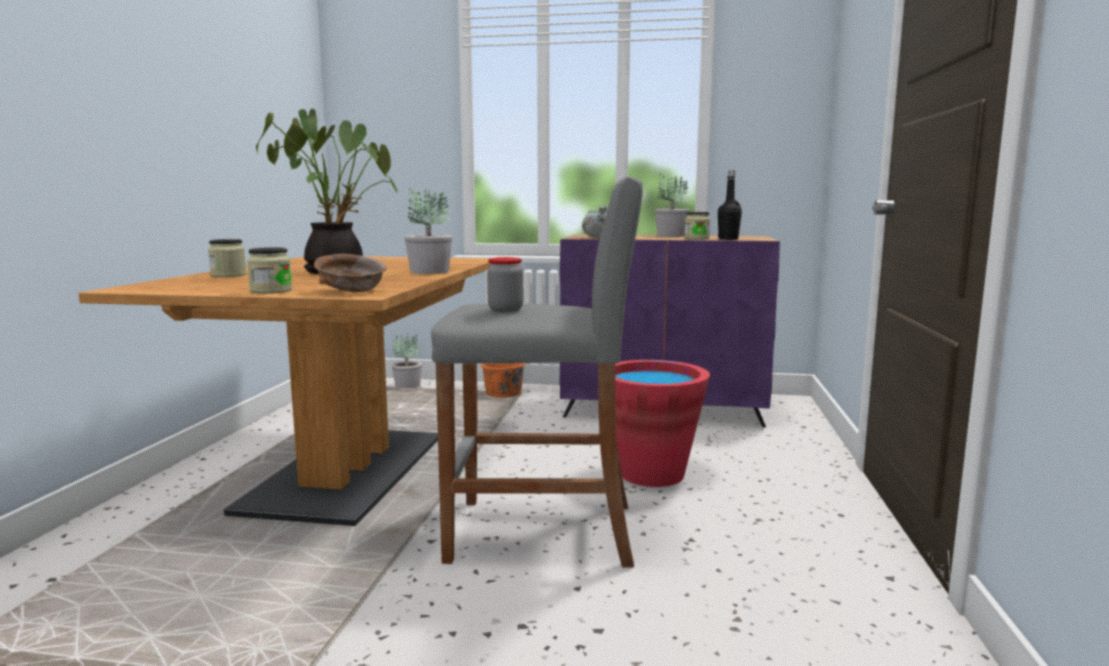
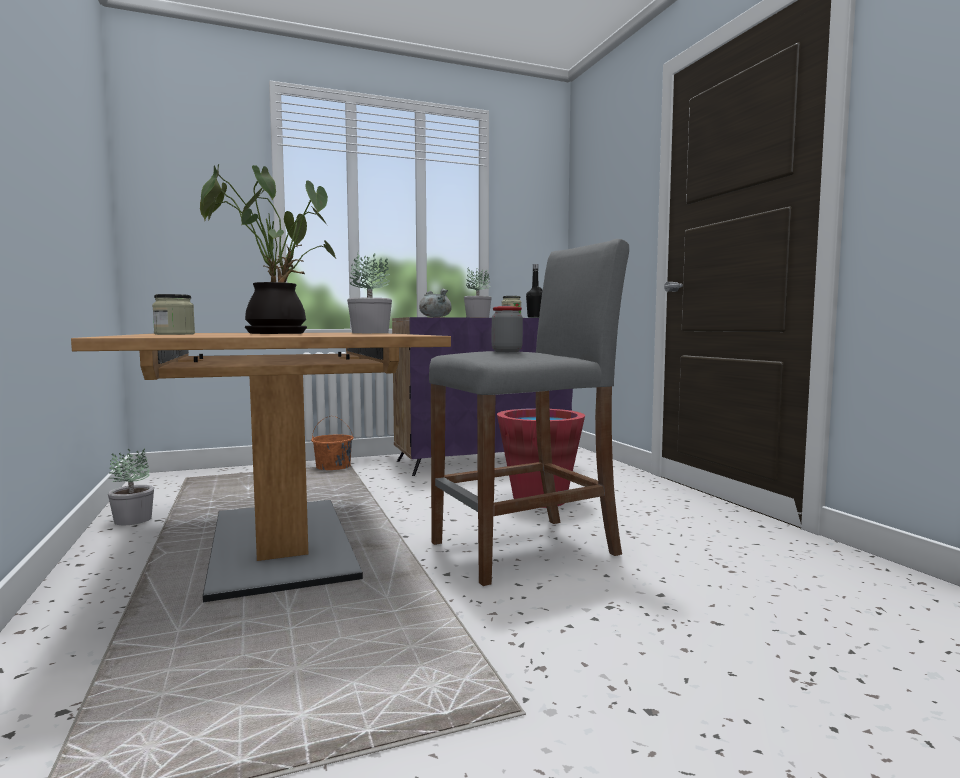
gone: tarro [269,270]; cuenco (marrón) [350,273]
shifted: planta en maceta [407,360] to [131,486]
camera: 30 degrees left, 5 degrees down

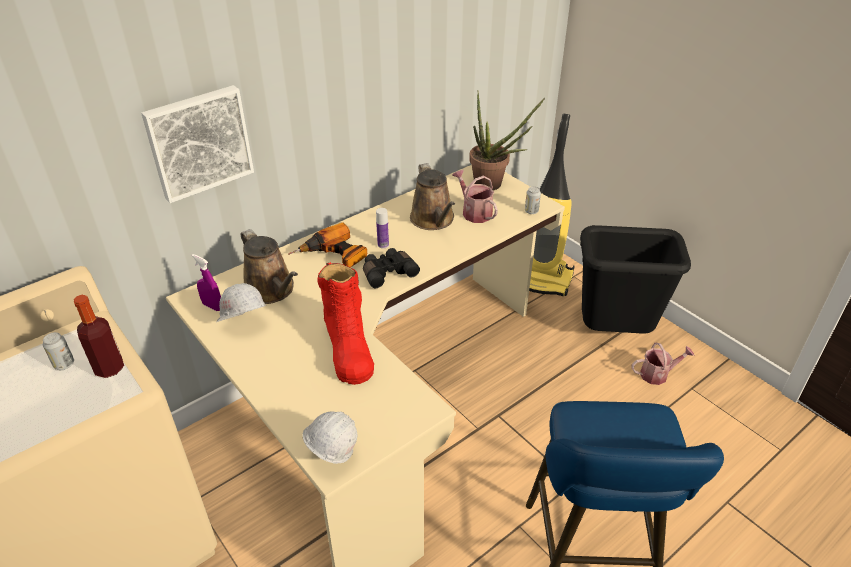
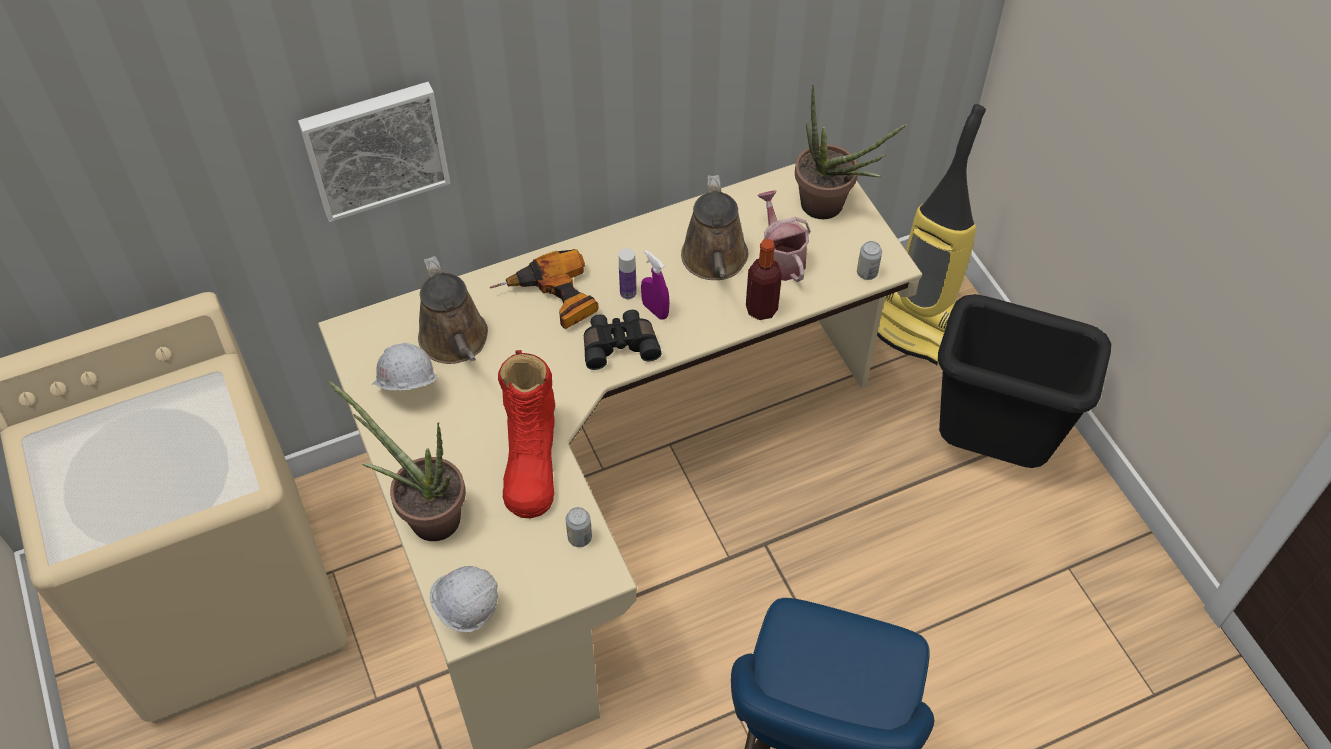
gone: regadera [663,364]
new: planta en maceta [396,460]
shifted: lata [58,351] to [579,527]; pulverizador (morado) [206,282] to [655,285]; botella [99,336] to [764,279]
camera: 15 degrees right, 15 degrees up

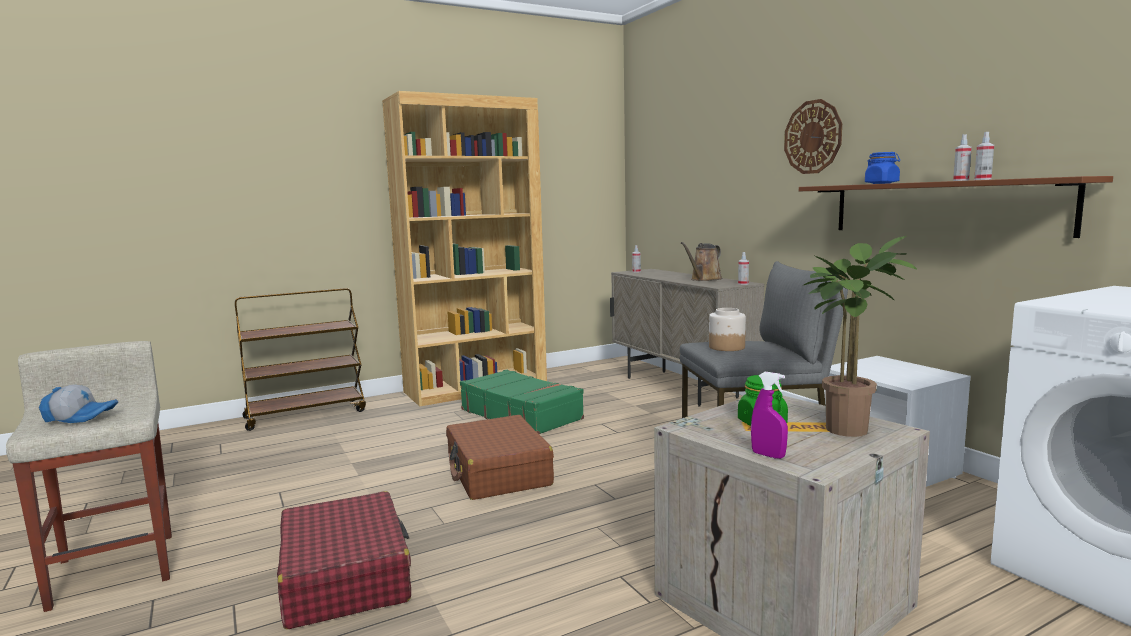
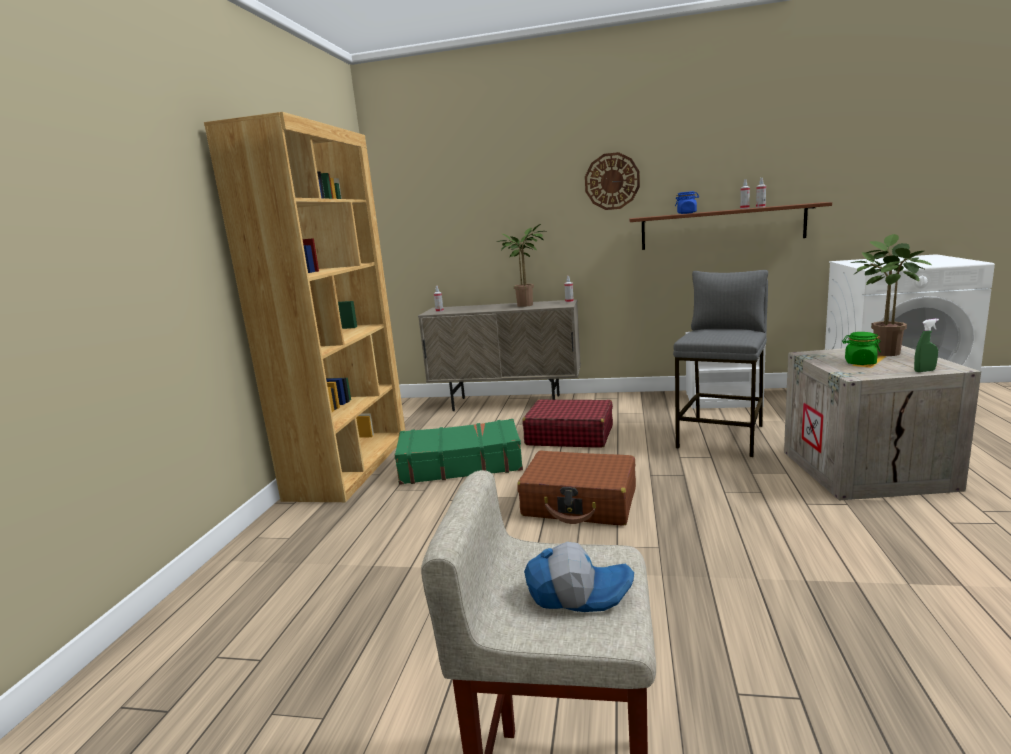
gone: carrito (marrón) [300,359]; tarro [727,329]
shifted: maleta (rojo) [344,560] to [567,423]
swapped: regadera (marrón) [702,261] to planta en maceta [522,265]
repainted: pulverizador (morado) [769,415] to pulverizador (verde) [926,345]
rotated: gorra [78,404] = [579,577] 60 degrees clockwise
camera: 50 degrees left, 5 degrees up

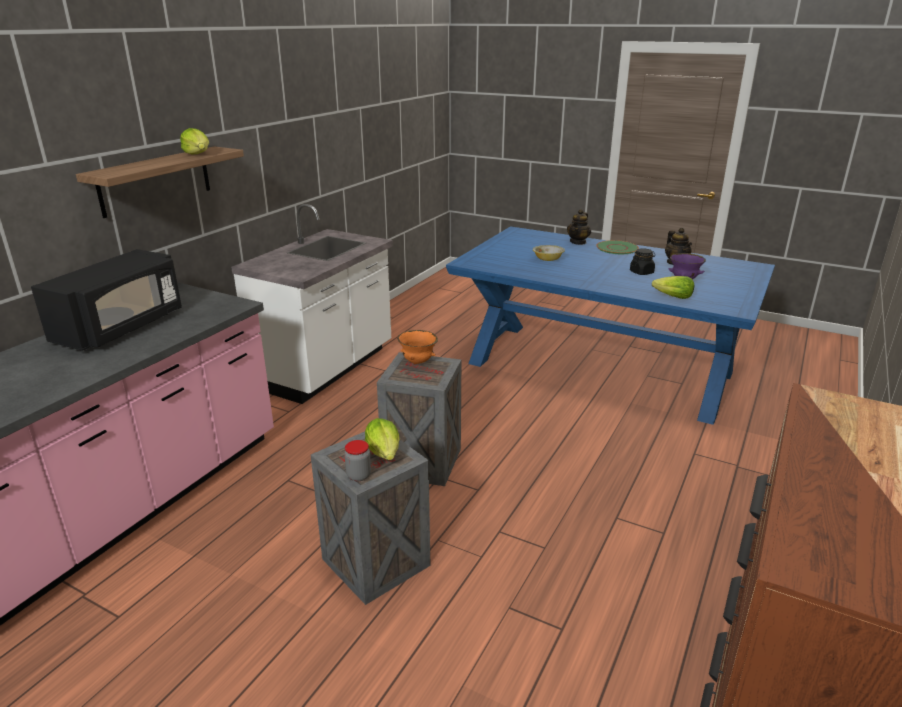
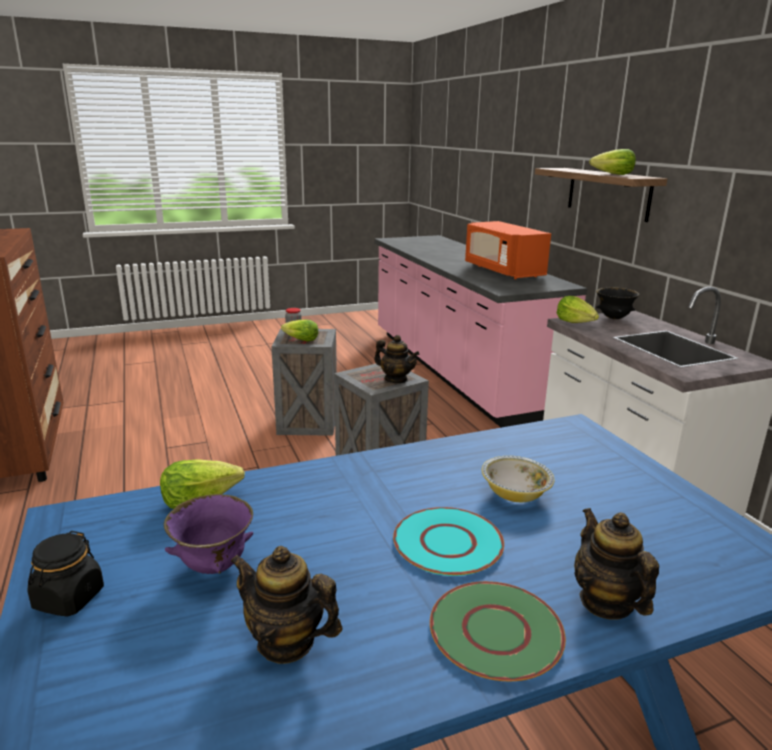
new: plato (turquesa) [448,541]; lechuga [578,309]; cuenco (negro) [617,303]
shifted: tarro (negro) [642,261] to [66,574]
swapped: cuenco (naranja) [417,347] to tetera [396,359]
repainted: microondas (negro) [106,300] to microondas (naranja) [508,250]
camera: 130 degrees right, 5 degrees down

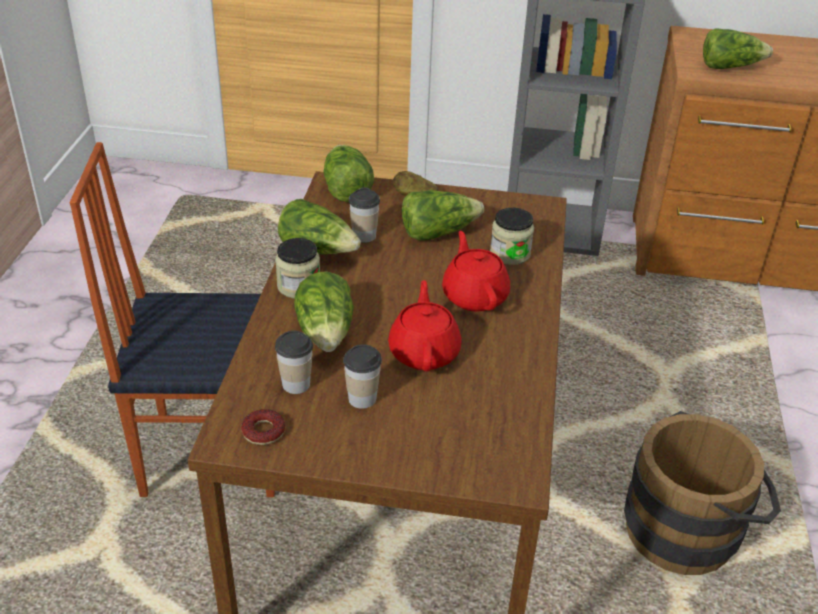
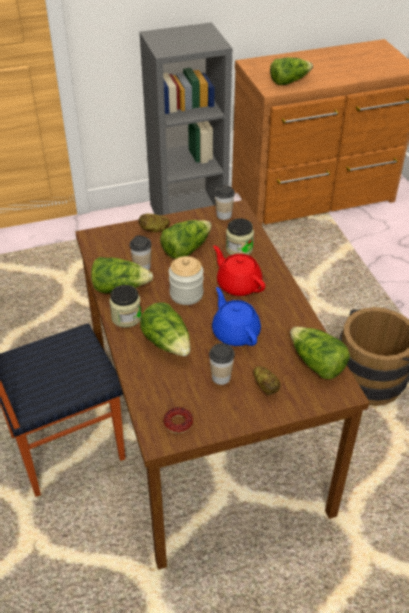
new: tarro [186,280]; patata [266,381]
shifted: taza [294,362] to [225,202]; lechuga [348,173] to [320,353]
repainted: tetera (rojo) [425,325] to tetera (azul) [236,316]
camera: 25 degrees left, 5 degrees up

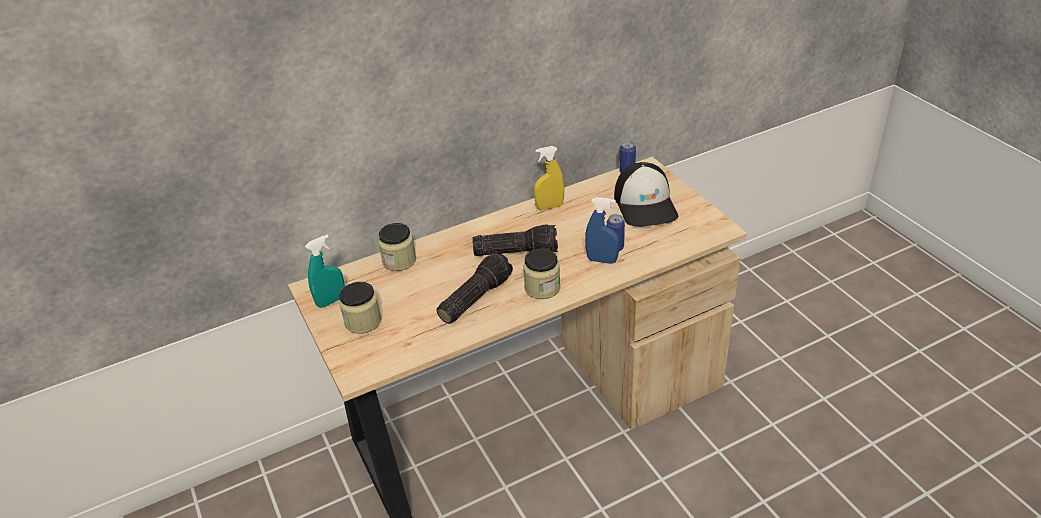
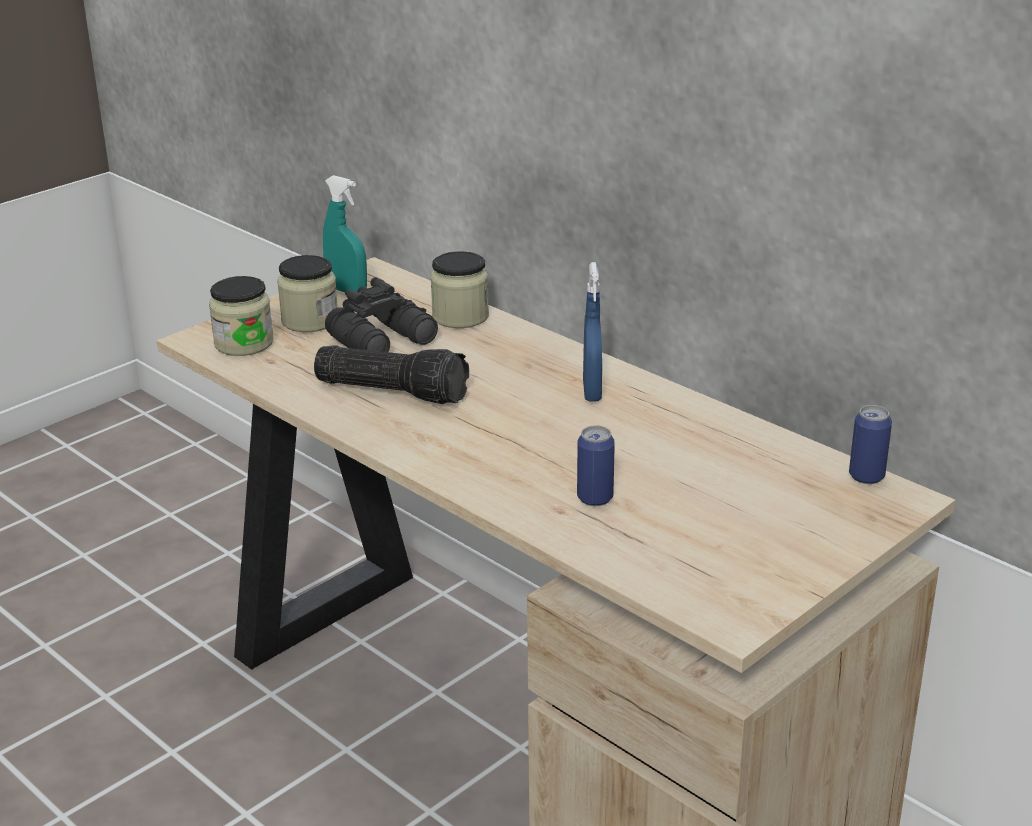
gone: linterna [515,240]; pulverizador (amarillo) [549,178]; gorra [646,194]
new: prismáticos (negro) [381,314]
shifted: tarro [541,273] to [241,316]; pulverizador (azul) [602,230] to [592,332]
camera: 70 degrees right, 10 degrees down

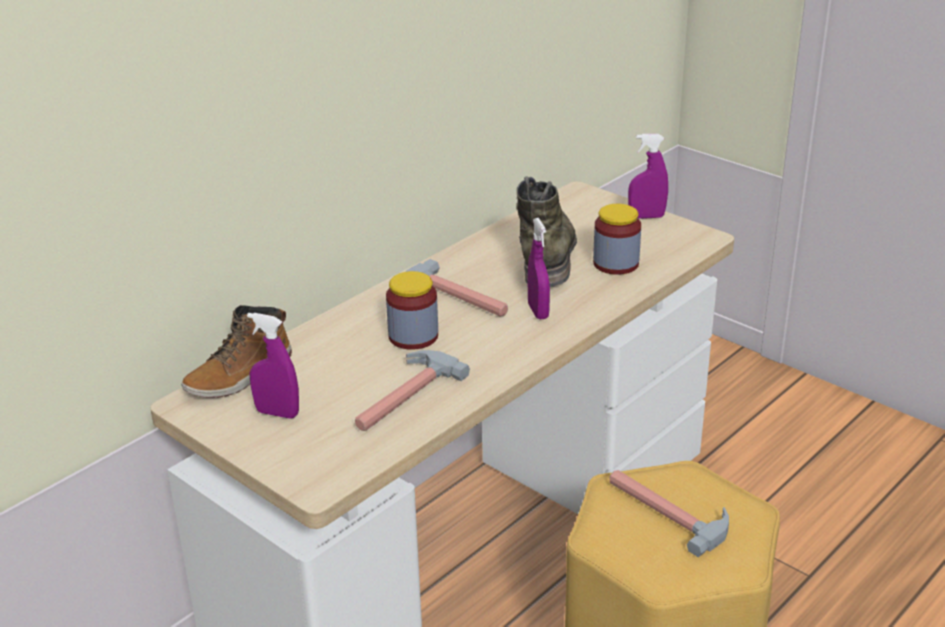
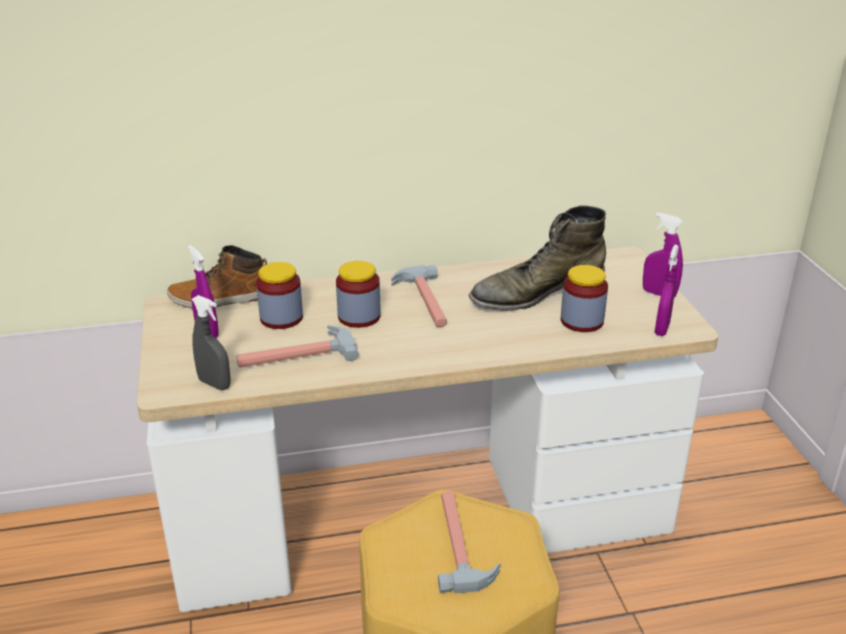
new: pulverizador (gris) [211,342]; tarro [279,295]
shifted: pulverizador (morado) [539,269] to [667,290]
rotated: bota (verde) [547,231] = [537,258] 150 degrees counterclockwise
camera: 35 degrees right, 0 degrees up

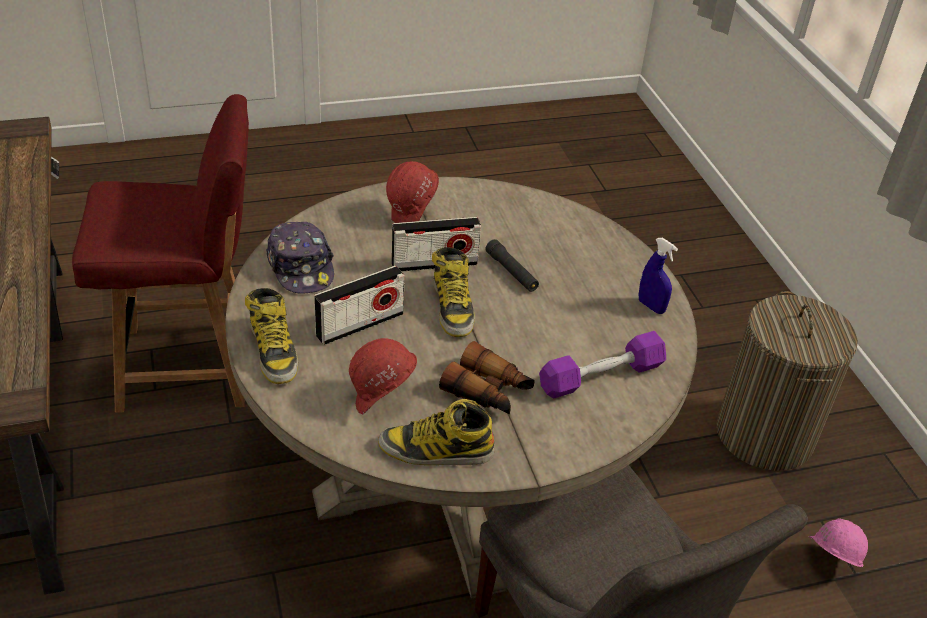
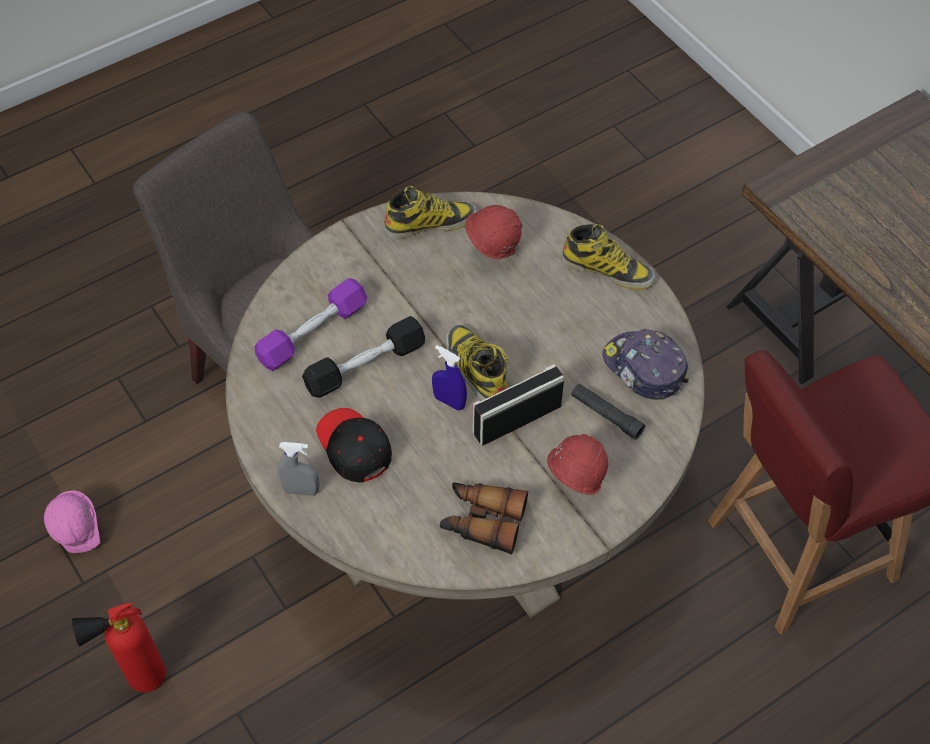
gone: radio [359,305]
new: pulverizador (gris) [298,469]; mancuerna (negro) [363,357]; gorra (negro) [354,445]
shifted: pulverizador (azul) [658,276] to [449,378]; prismáticos [487,377] to [484,519]; linterna (negro) [512,265] to [608,412]
swapped: cesto de la ropa [787,381] to extintor [118,648]
rotated: bota [271,336] = [608,257] 150 degrees clockwise
camera: 165 degrees right, 15 degrees up

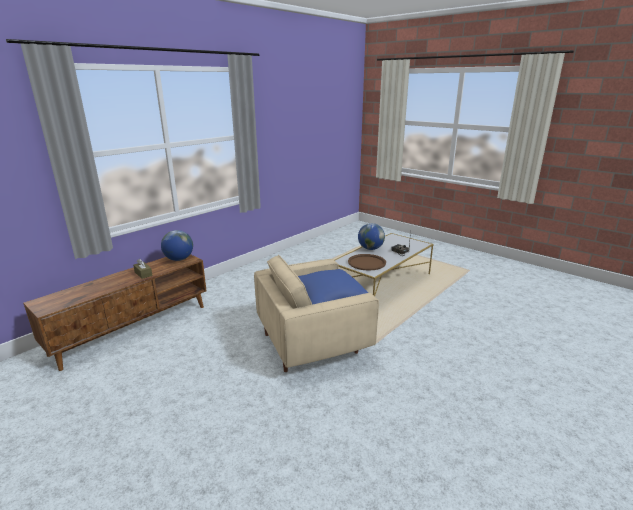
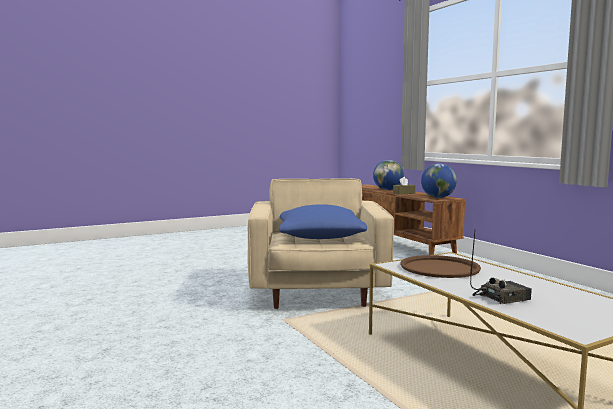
shifted: globo terráqueo [371,236] to [388,175]
camera: 110 degrees right, 15 degrees down

